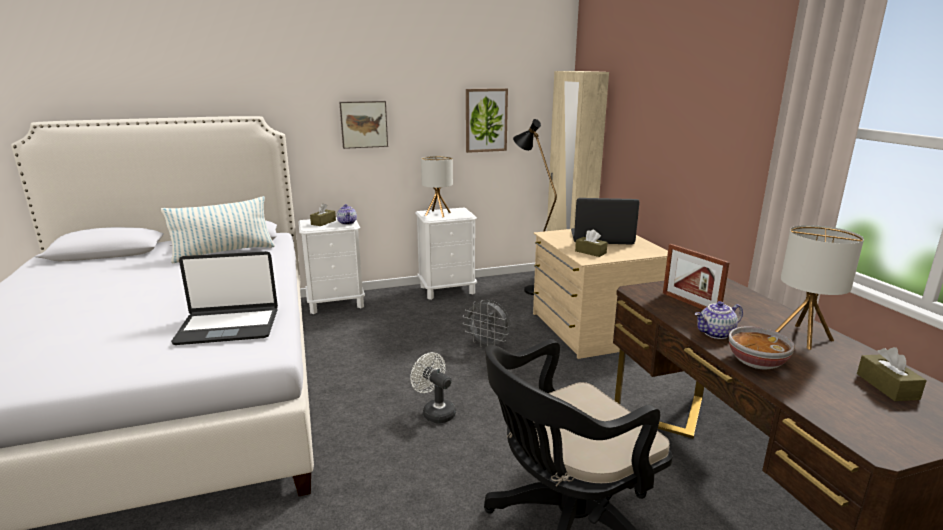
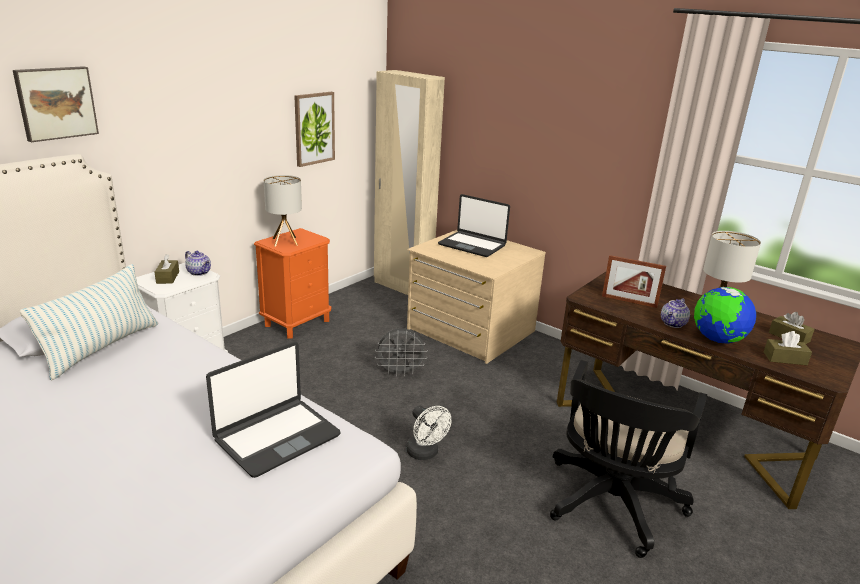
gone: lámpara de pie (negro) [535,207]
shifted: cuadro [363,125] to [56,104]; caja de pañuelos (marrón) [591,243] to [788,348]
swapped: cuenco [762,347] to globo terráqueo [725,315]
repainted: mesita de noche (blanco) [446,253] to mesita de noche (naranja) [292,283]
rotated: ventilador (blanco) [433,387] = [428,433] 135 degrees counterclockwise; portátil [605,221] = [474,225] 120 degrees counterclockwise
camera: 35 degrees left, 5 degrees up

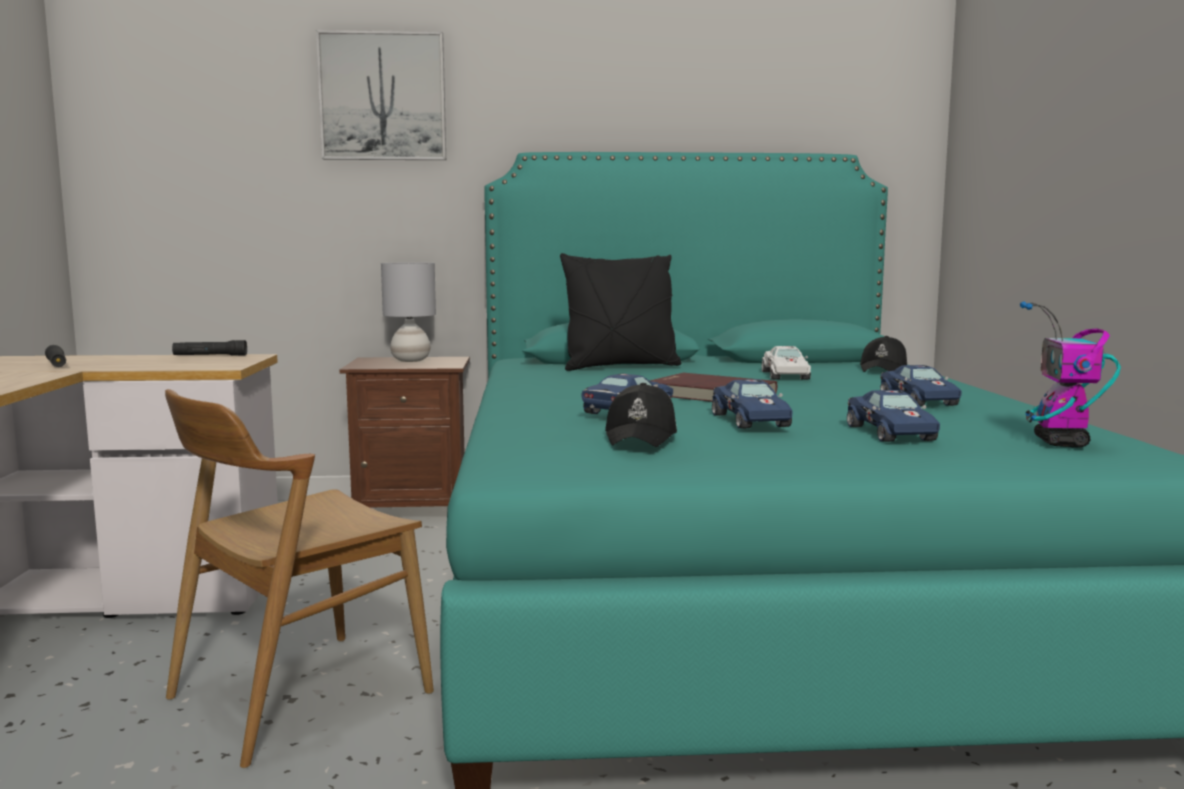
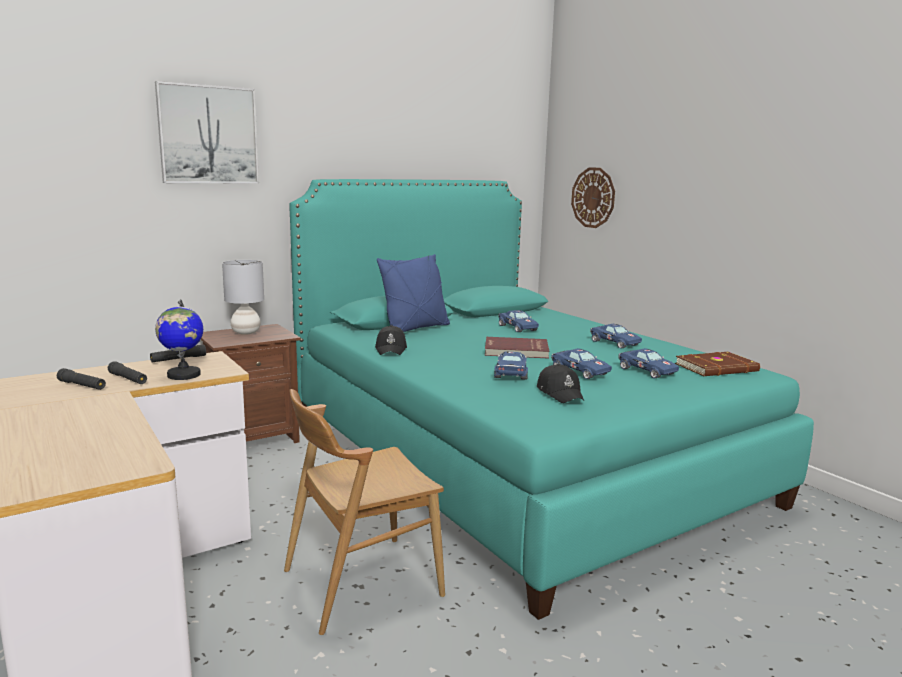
new: linterna (negro) [127,372]; globo terráqueo [179,339]; reloj de pared [593,197]
shifted: gorra (negro) [883,354] to [391,340]
swapped: robot de juguete [1070,375] to libro (marrón) [717,364]
repainted: cojín (negro) [621,312] to cojín (azul) [413,293]; coche de juguete (blanco) [786,363] to coche de juguete (azul) [518,321]
rotated: silla (marrón) [299,578] = [364,512] 45 degrees clockwise
camera: 30 degrees left, 5 degrees up

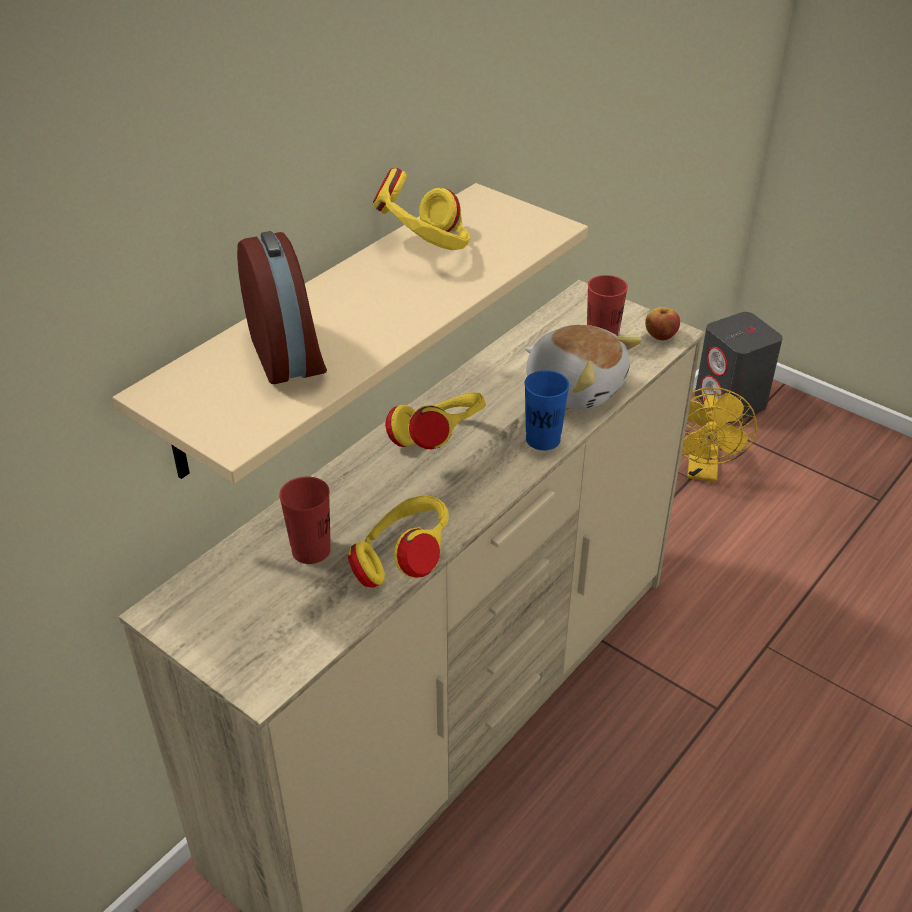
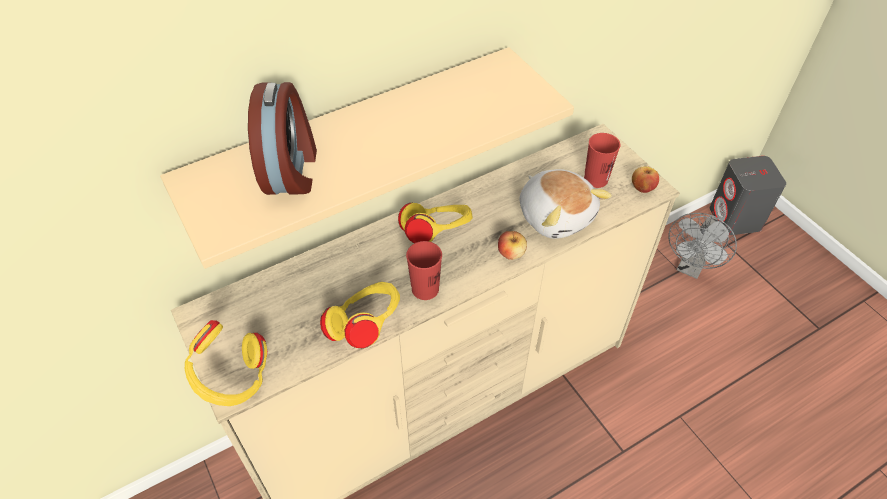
shifted: auriculares (amarillo) [421,209] to [226,363]; taza (rojo) [305,520] to [424,270]
swapped: taza (azul) [546,410] to manzana [512,245]
repainted: ventilador (amarillo) [719,434] to ventilador (gris) [702,246]
camera: 20 degrees right, 10 degrees up

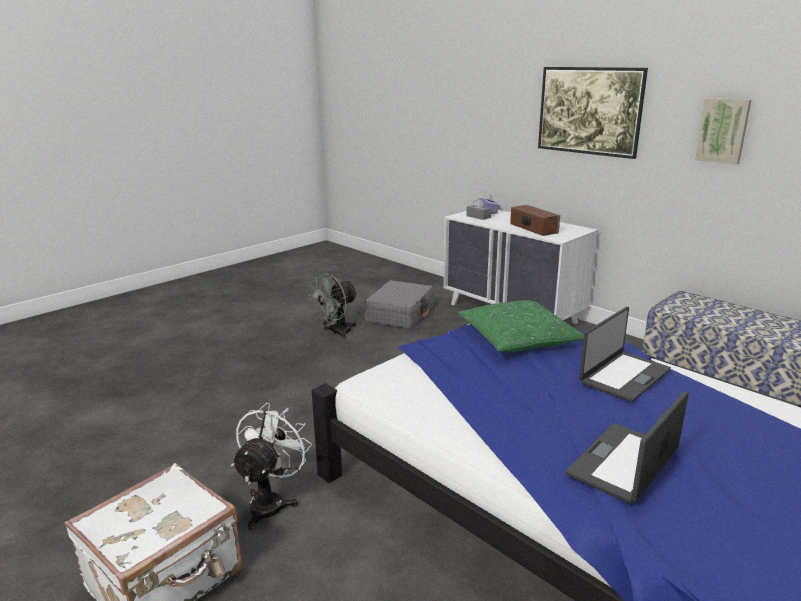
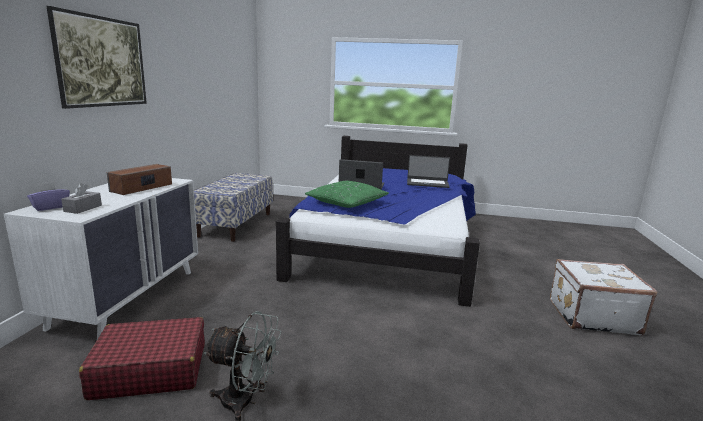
gone: ventilador (blanco) [271,466]; cuadro [723,131]
repainted: maleta (gris) [399,304] to maleta (rojo) [142,358]
camera: 125 degrees left, 5 degrees down

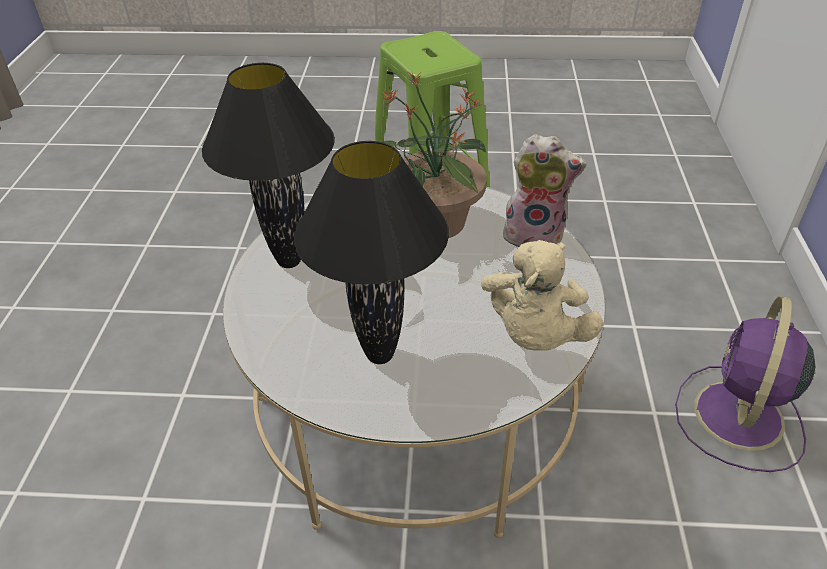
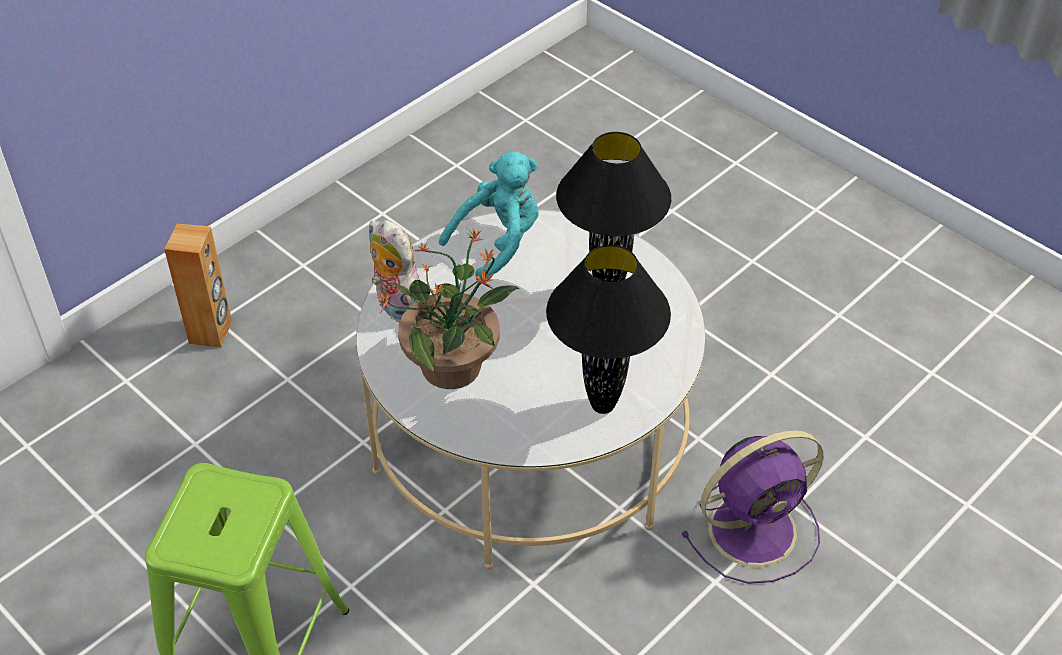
new: altavoz (marrón) [198,286]
shifted: ventilador (morado) [745,384] to [752,507]
repainted: peluche (beis) [542,295] to peluche (turquesa) [488,217]
camera: 140 degrees left, 5 degrees up

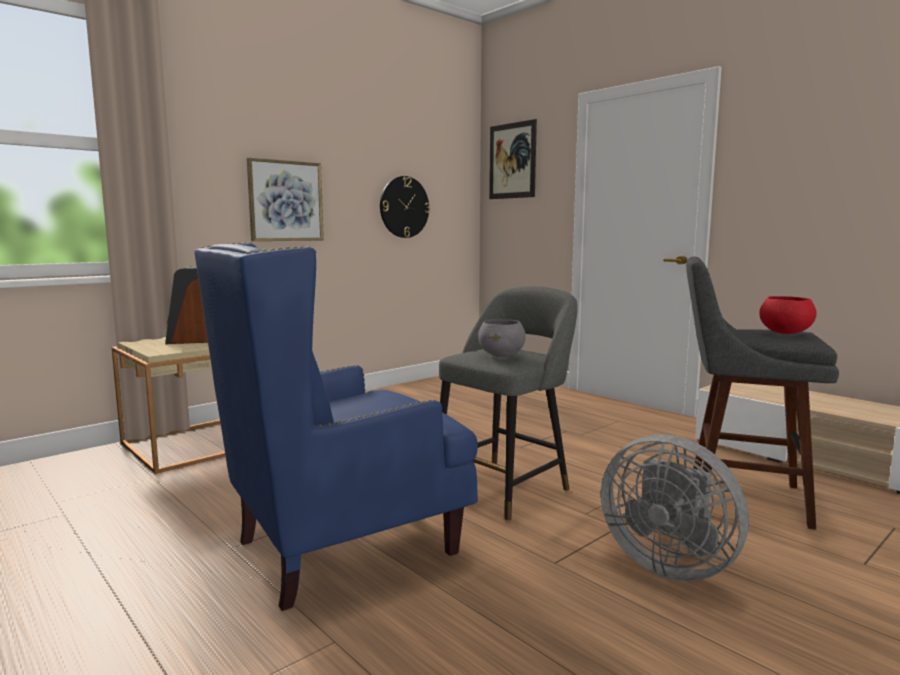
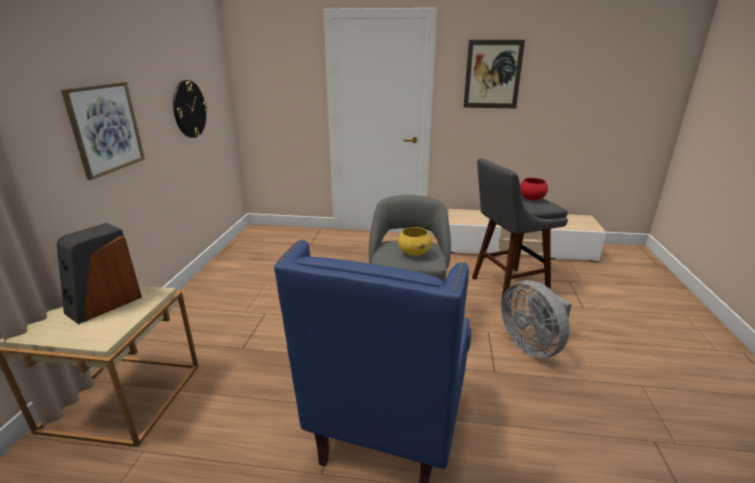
shifted: cuadro [513,159] to [494,74]
repainted: cuenco (gris) [502,338] to cuenco (amarillo) [415,241]
rotated: ventilador (gris) [675,507] = [536,319] 60 degrees clockwise
camera: 40 degrees left, 15 degrees up

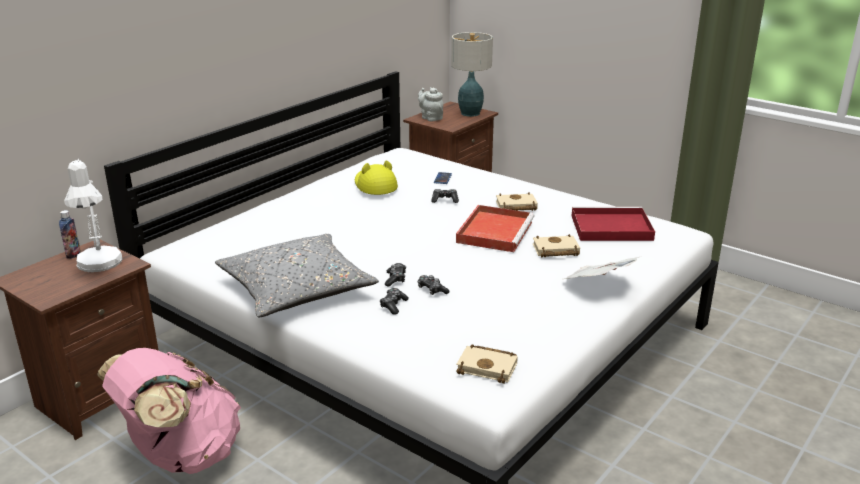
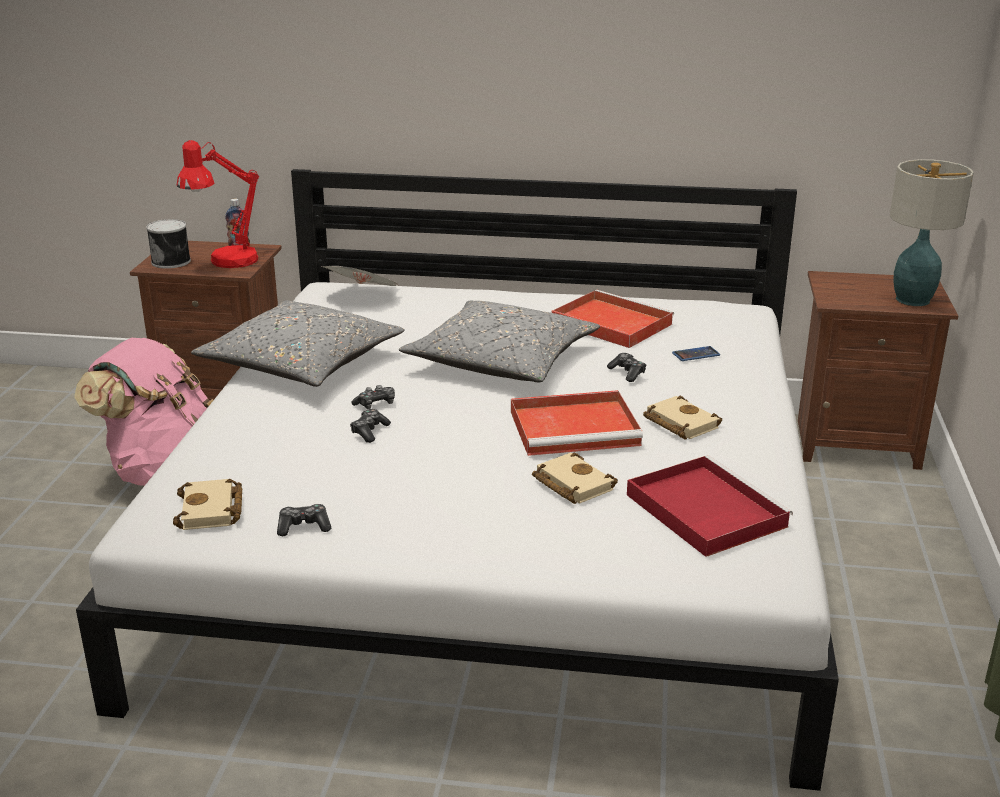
gone: tetera (gris) [430,104]
new: lata [168,244]; cojín (gris) [499,341]
shifted: mando de consola [394,301] to [304,520]; periódico [601,268] to [360,276]
swapped: sombrero (amarillo) [376,178] to bandeja (rojo) [612,319]
repainted: lámpara de mesa (blanco) [93,215] to lámpara de mesa (rojo) [218,204]
camera: 60 degrees right, 0 degrees up

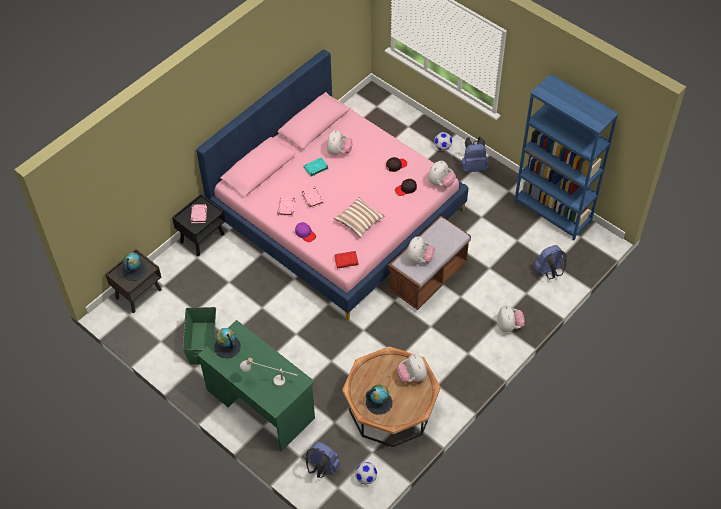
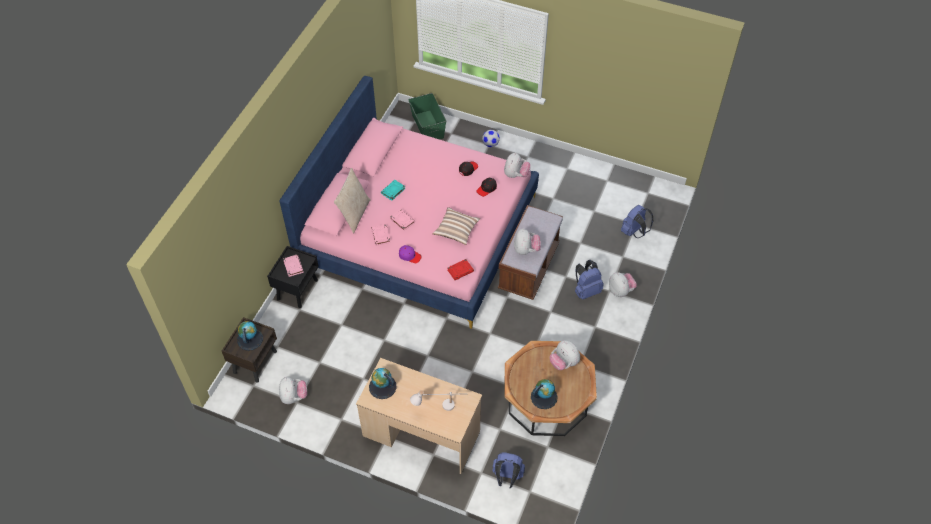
gone: balón de fútbol [366,473]; estantería (azul) [566,157]
new: cojín (beis) [352,200]
shifted: peluche [340,142] to [293,390]; caja de almacenaje (verde) [199,335] to [427,116]; mochila (azul) [474,154] to [589,280]
repainted: escritorio (verde) [256,385] to escritorio (beis) [419,416]
camera: 20 degrees left, 0 degrees up

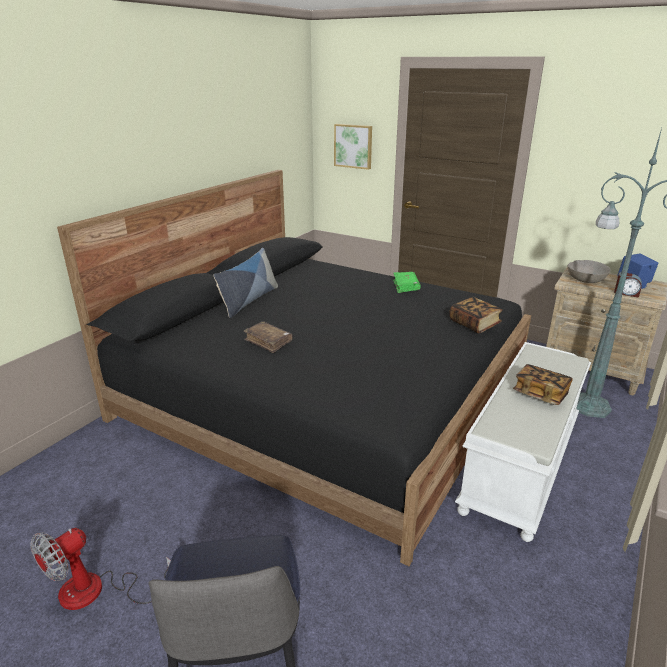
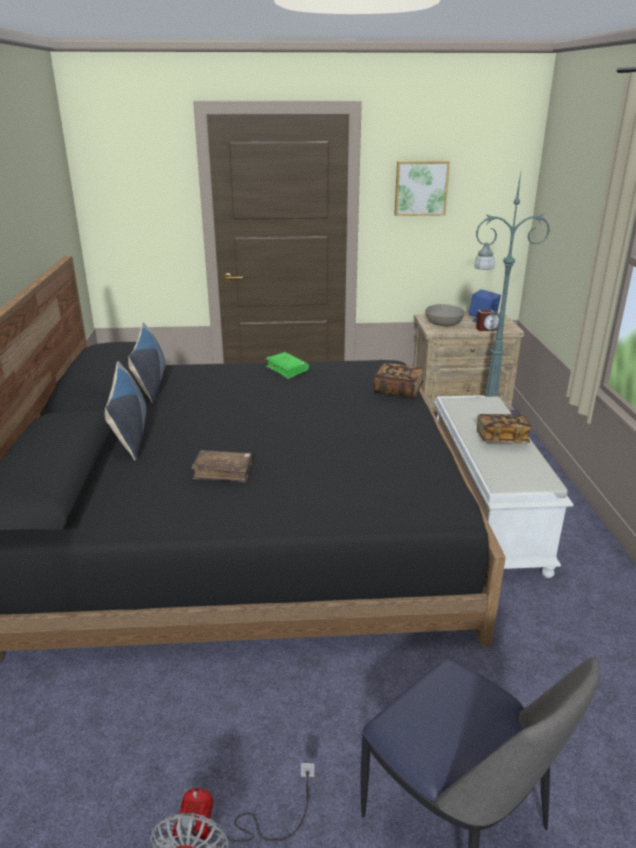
new: cojín [147,362]
shifted: cuadro [353,147] to [422,188]
camera: 35 degrees left, 0 degrees up

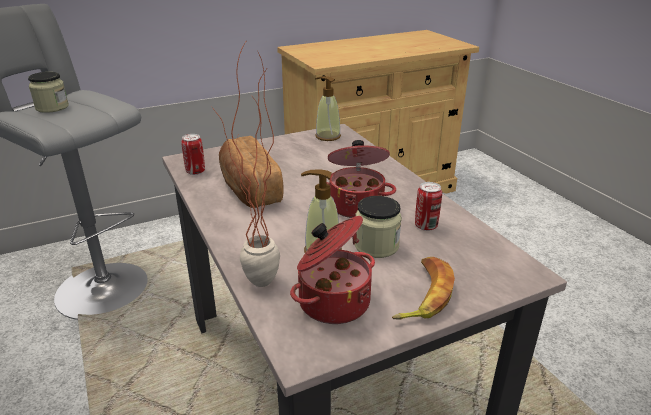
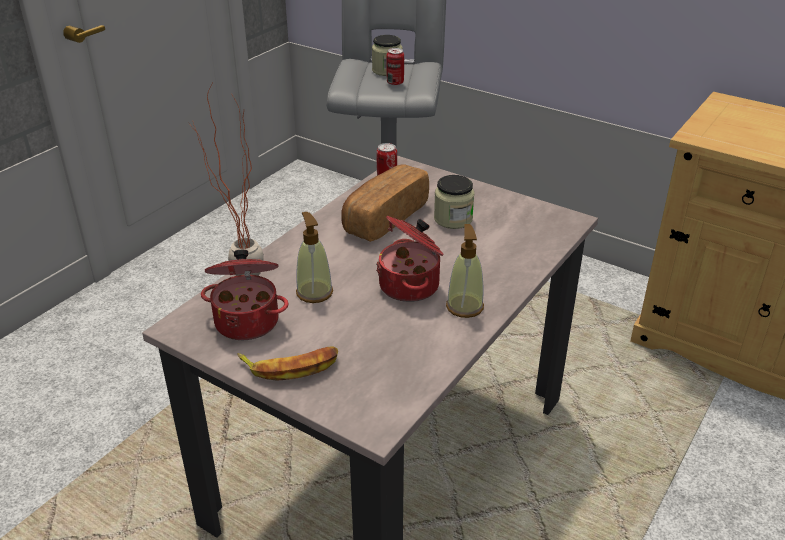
shifted: lata [428,206] to [395,66]; tarro [378,227] to [454,202]; dispensador de jabón [328,108] to [465,271]
camera: 60 degrees right, 5 degrees up

